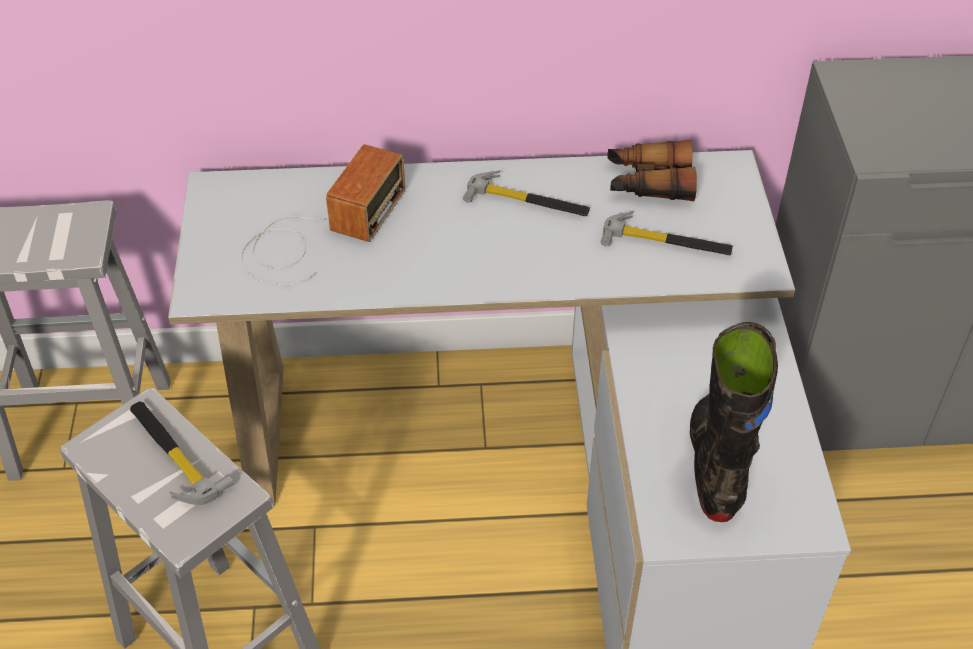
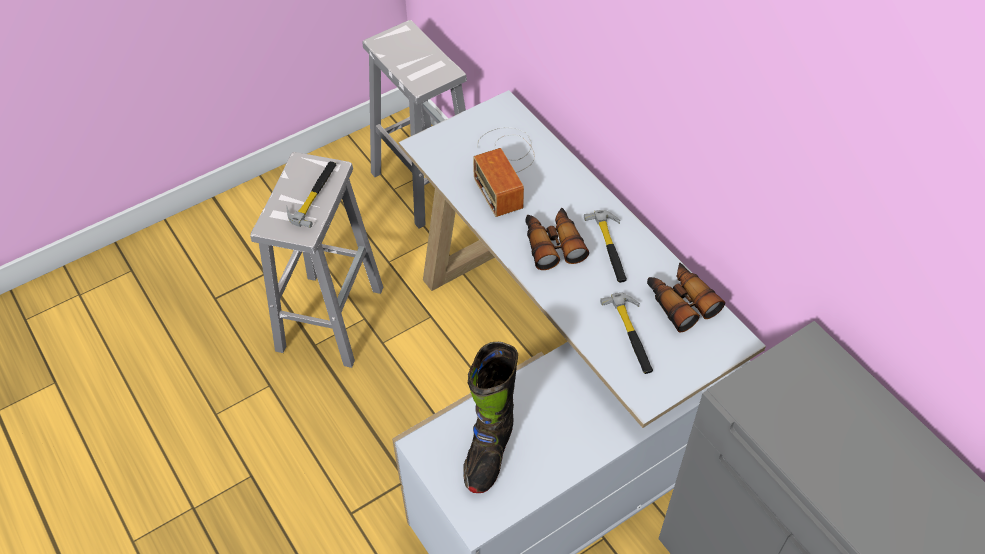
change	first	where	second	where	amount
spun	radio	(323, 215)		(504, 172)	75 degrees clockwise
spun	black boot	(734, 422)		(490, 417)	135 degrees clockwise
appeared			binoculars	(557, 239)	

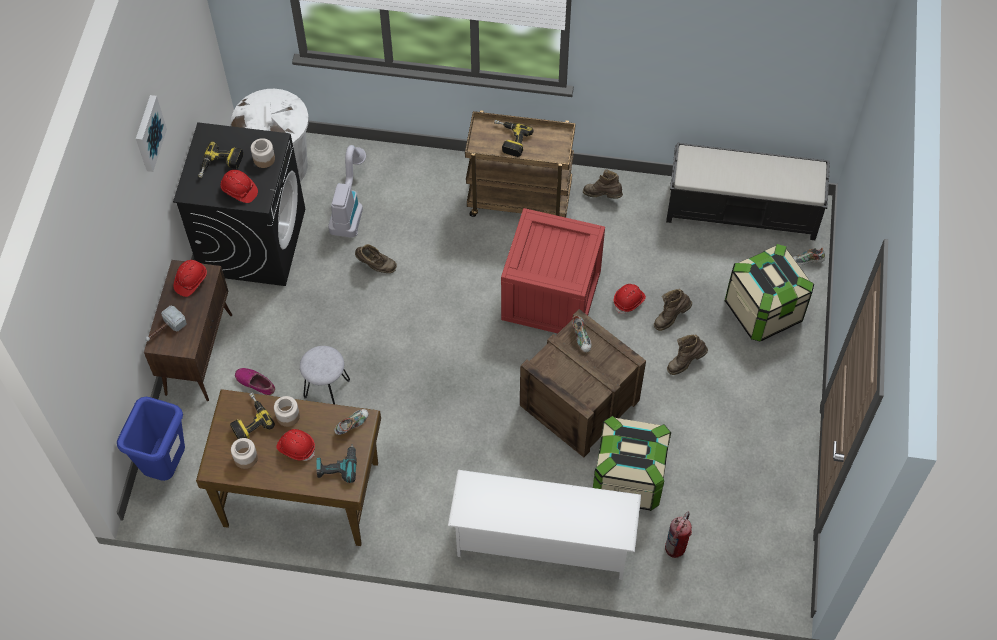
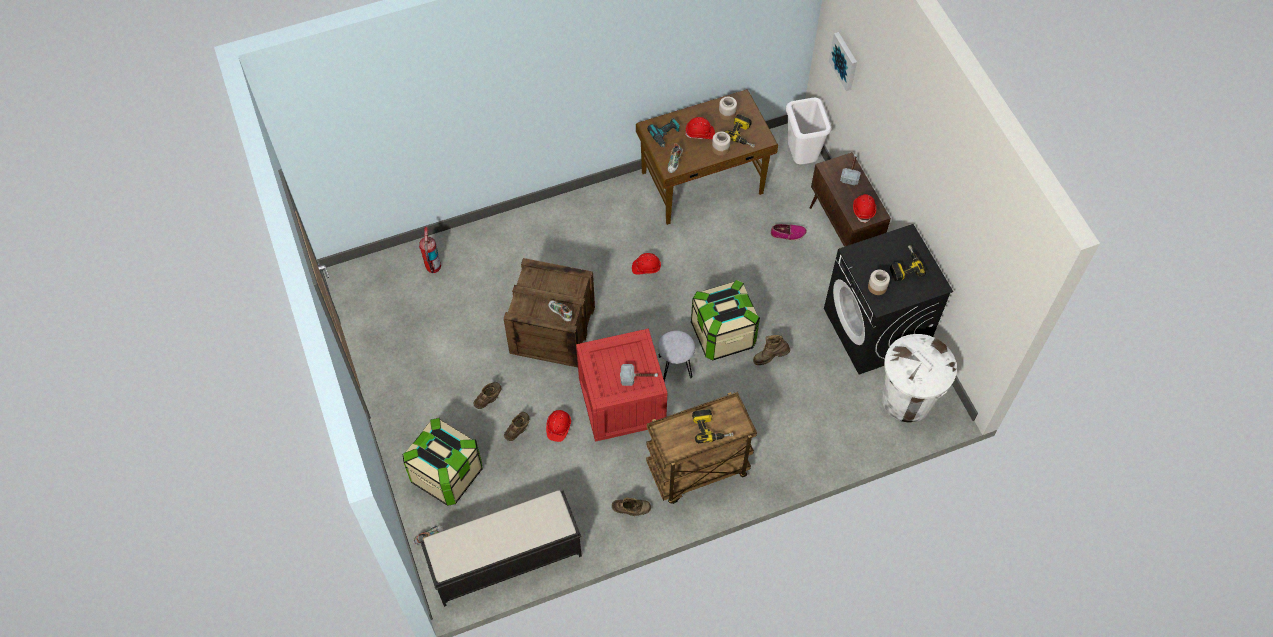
change	first	where	second	where	amount
relocated	picture	(151, 133)		(843, 61)	
missing	vacuum cleaner	(347, 191)			
relocated	red hard hat	(239, 186)		(646, 263)	
relocated	grey stool	(325, 375)		(676, 356)	
colour	blue trash can	(151, 439)	white trash can	(809, 131)	
relocated	storage box	(632, 463)		(725, 320)	
missing	white shoe rack	(544, 525)			
appeared			hammer	(639, 375)	

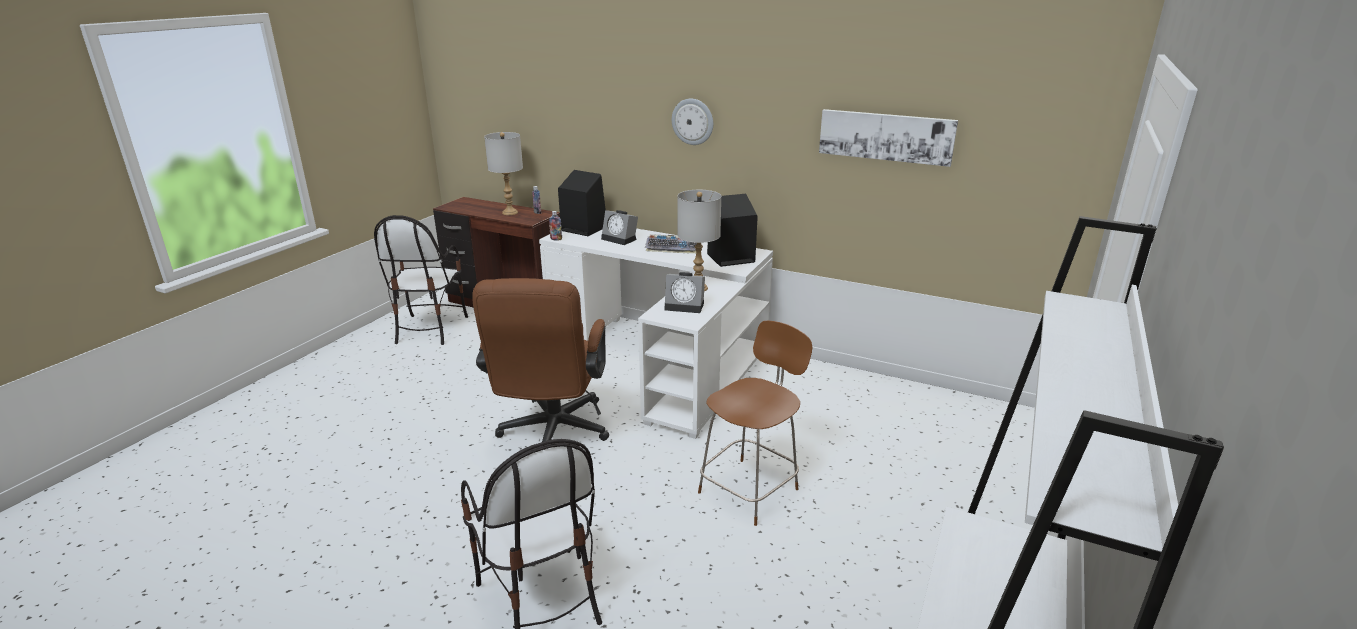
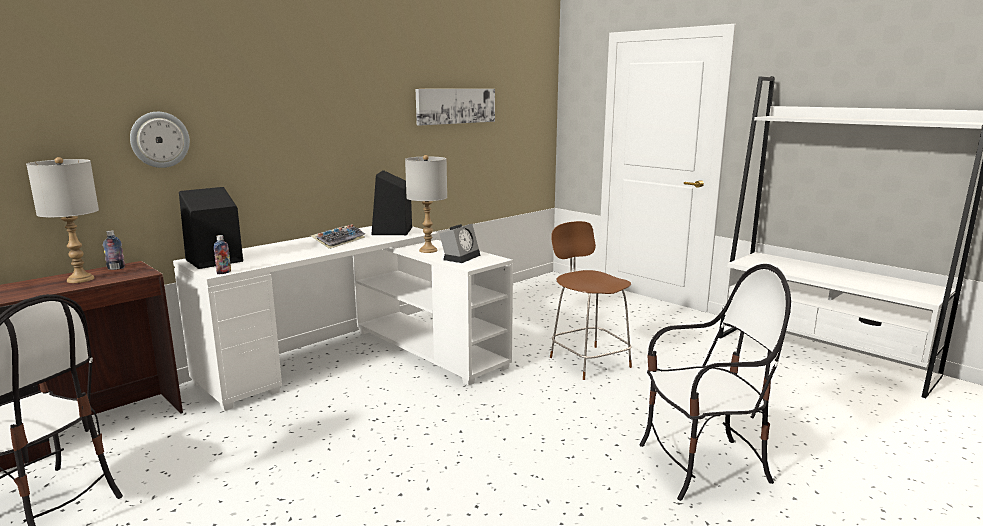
change	first	where	second	where	amount
relocated	wall clock	(692, 121)		(160, 140)	
missing	alarm clock	(619, 227)			
missing	brown office chair	(540, 360)			

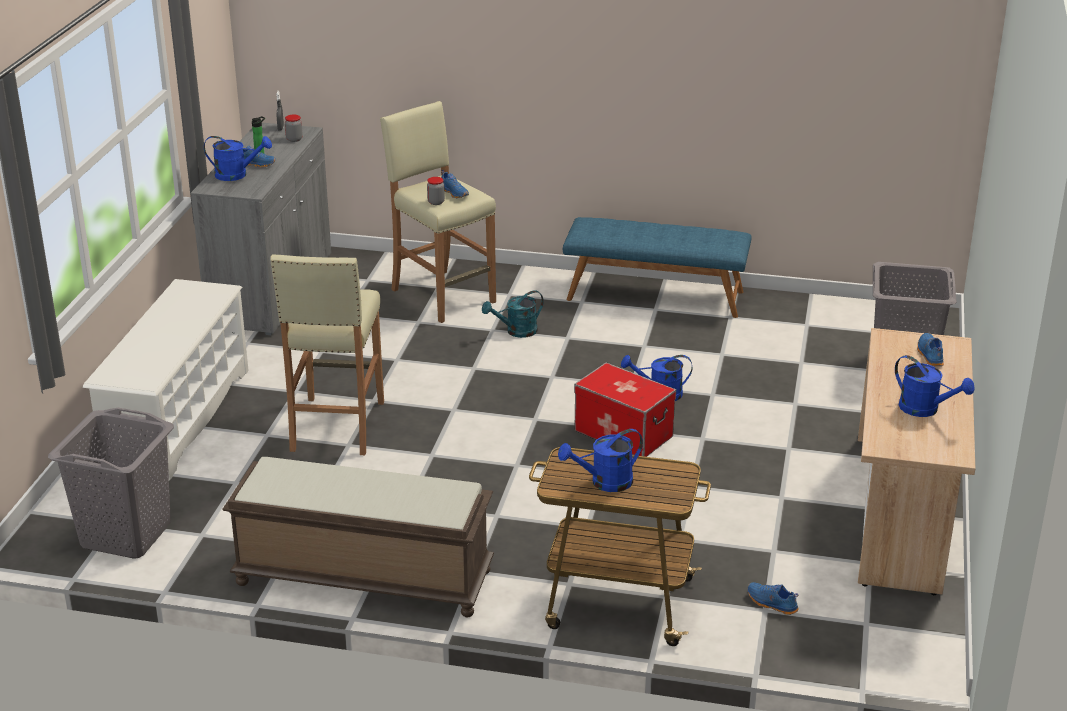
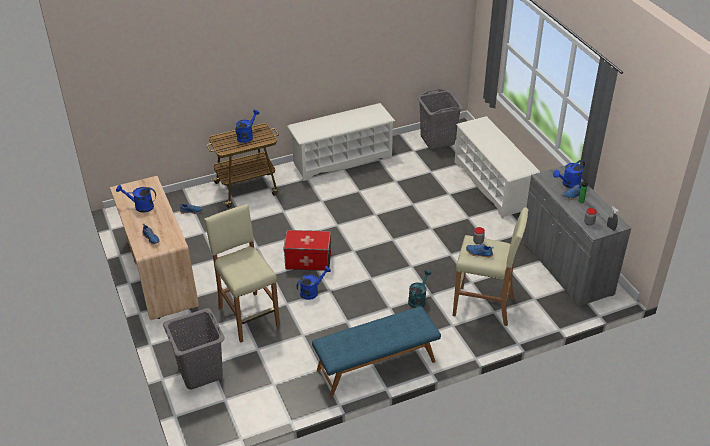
change	first	where	second	where	amount
relocated	beige stool	(327, 354)		(242, 273)	
exchanged	brown bench	(358, 537)	white shoe rack	(341, 142)	

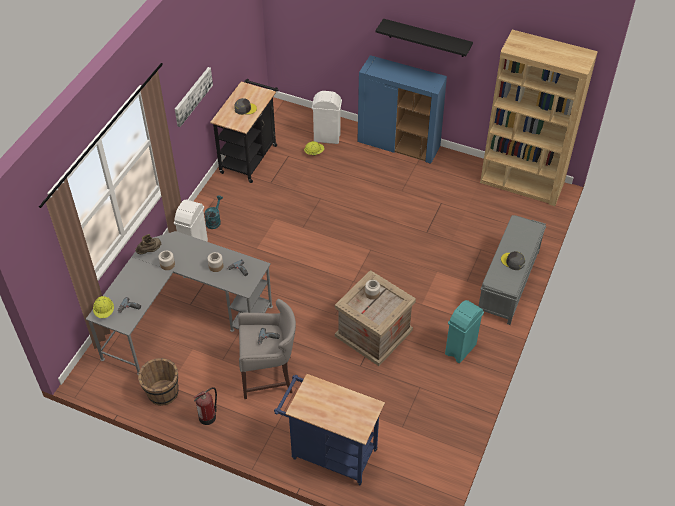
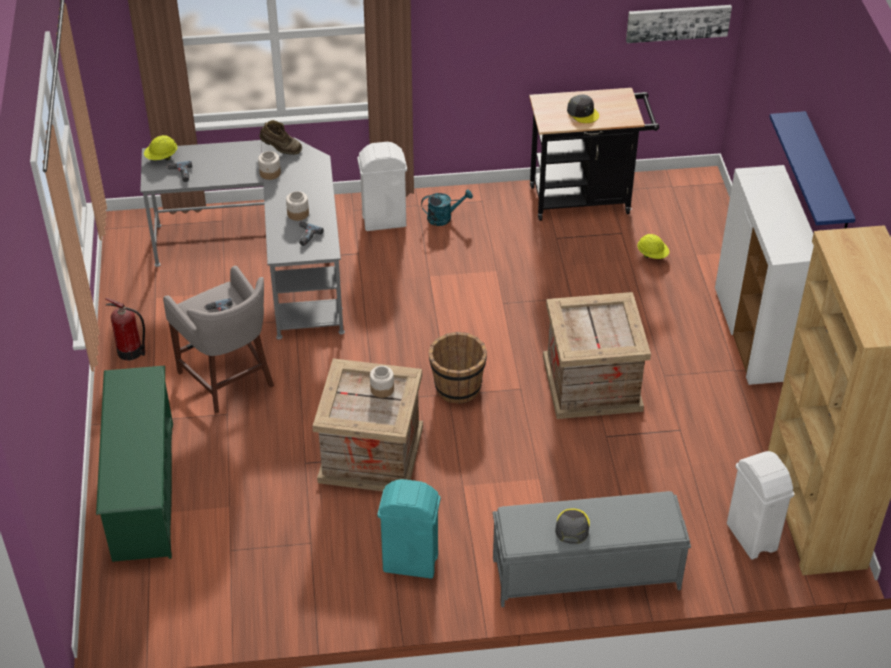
change	first	where	second	where	amount
colour	black shelf	(424, 38)	blue shelf	(812, 170)	
colour	blue cabinet	(402, 109)	white cabinet	(764, 275)	
relocated	picture	(194, 97)		(679, 24)	
relocated	white trash can	(327, 117)		(760, 505)	
relocated	brown bucket	(158, 382)		(457, 368)	
exchanged	blue cart	(329, 430)	green shoe rack	(134, 464)	
appeared			crate	(597, 355)	

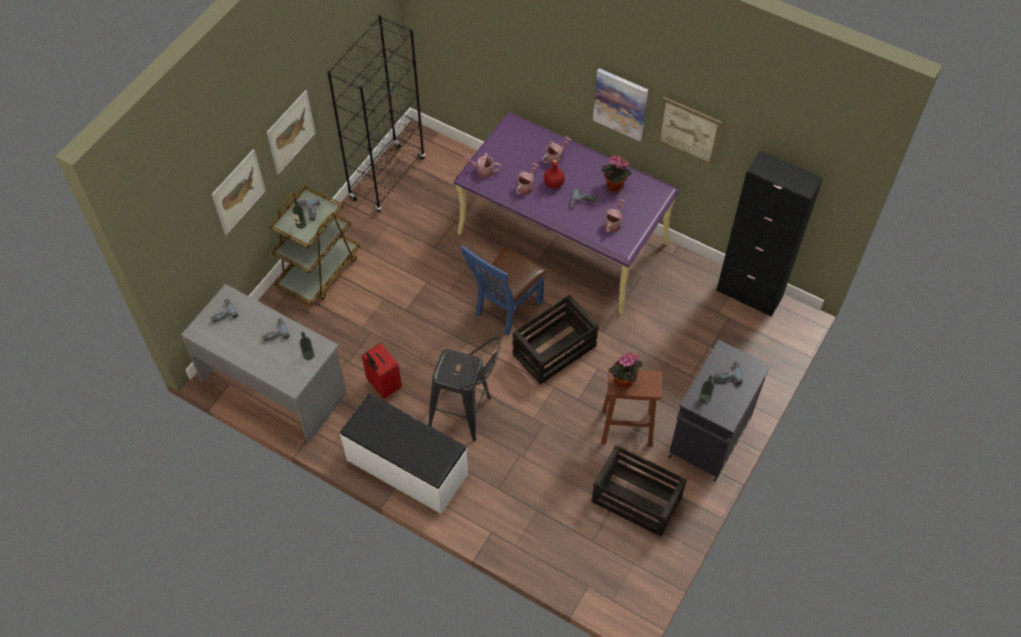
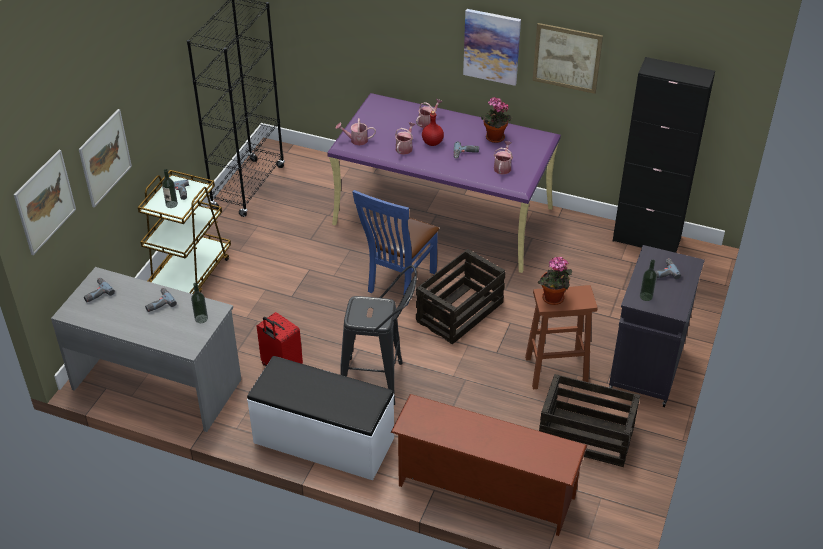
change	first	where	second	where	amount
relocated	picture	(291, 132)		(45, 202)	
appeared			brown shoe rack	(489, 465)	

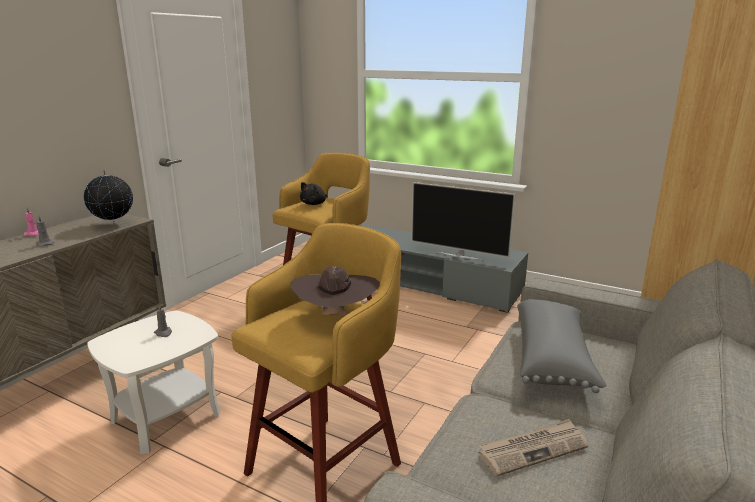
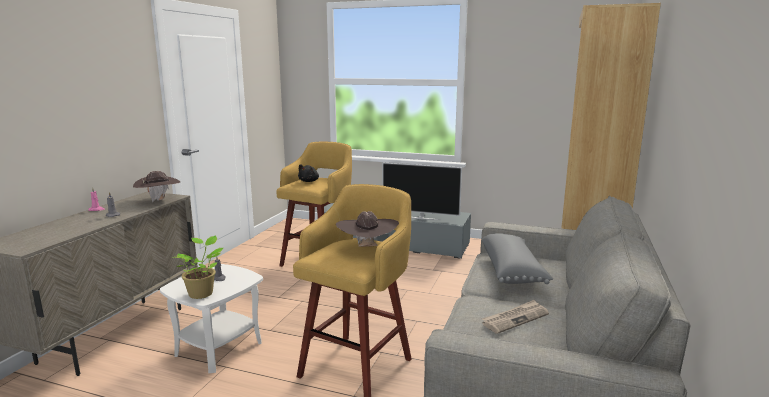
change	first	where	second	where	amount
exchanged	globe	(108, 197)	brown hat	(156, 186)	
appeared			potted plant	(199, 267)	

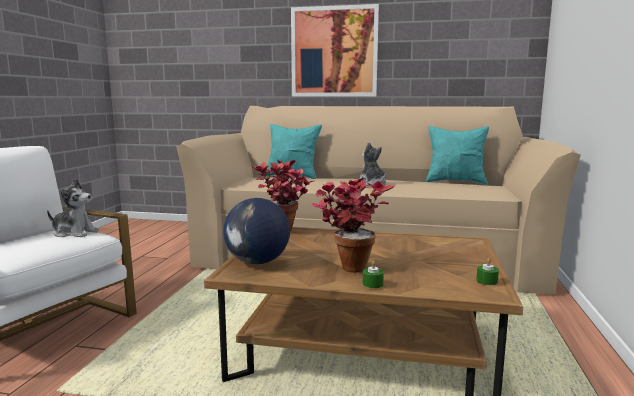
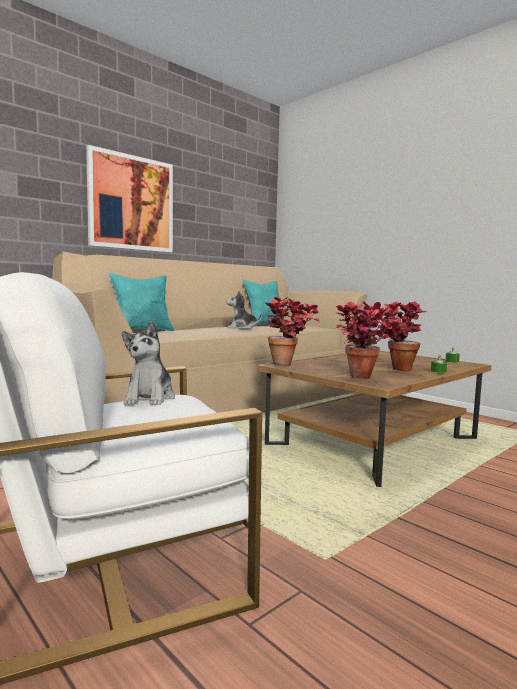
change	first	where	second	where	amount
spun	plush toy	(73, 207)		(148, 363)	135 degrees clockwise
exchanged	globe	(256, 231)	potted plant	(365, 340)	

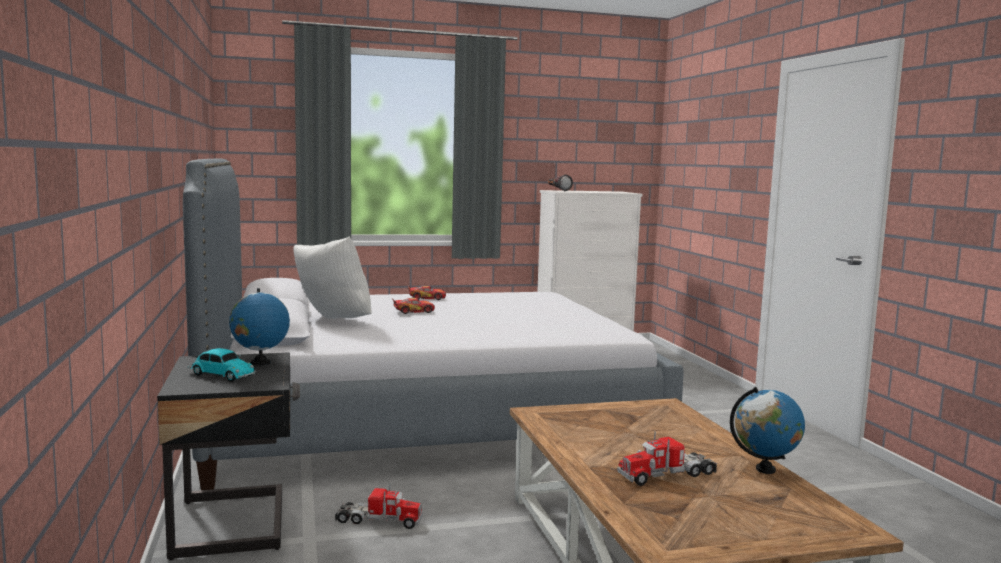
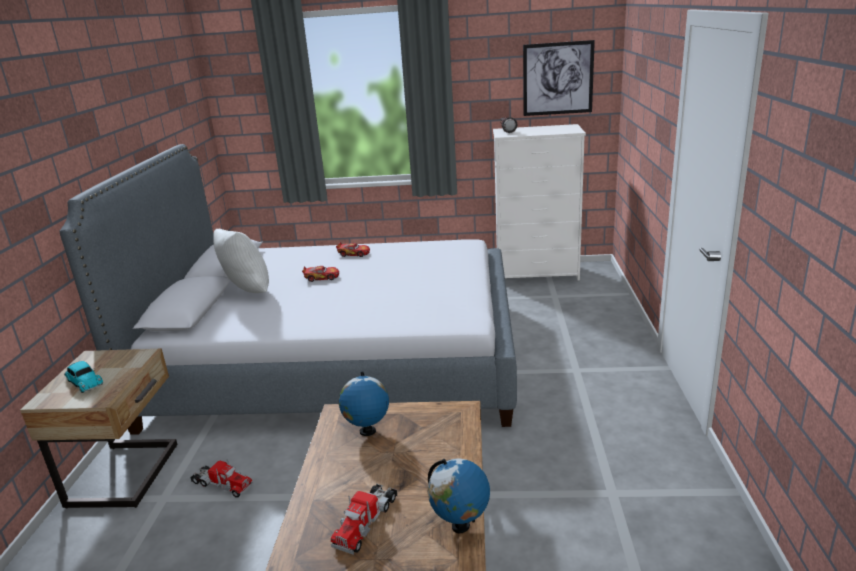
change	first	where	second	where	amount
relocated	globe	(259, 326)		(364, 404)	
colour	black nightstand	(228, 456)	beige nightstand	(98, 428)	
spun	toy truck	(667, 459)		(364, 519)	60 degrees counterclockwise
appeared			picture	(559, 78)	

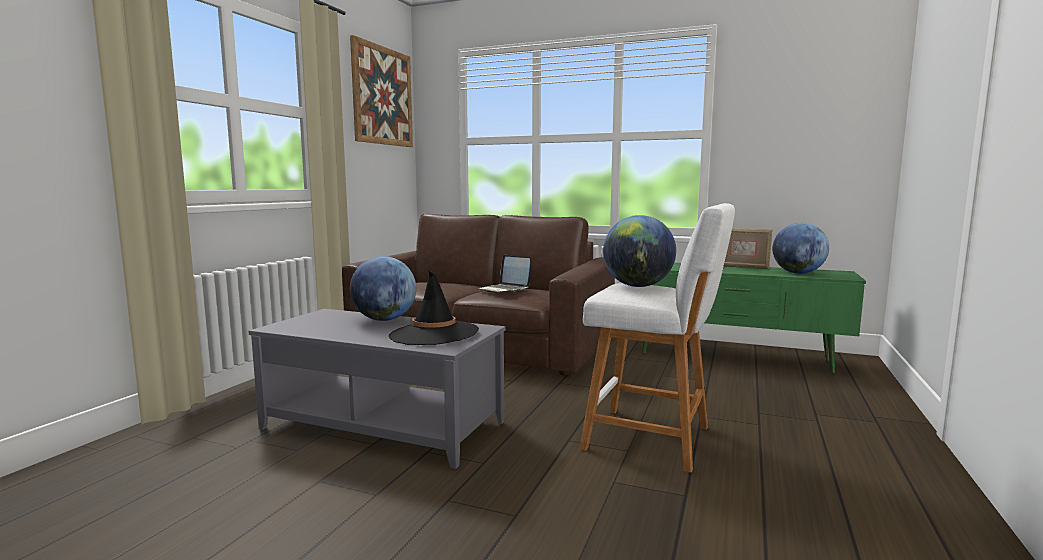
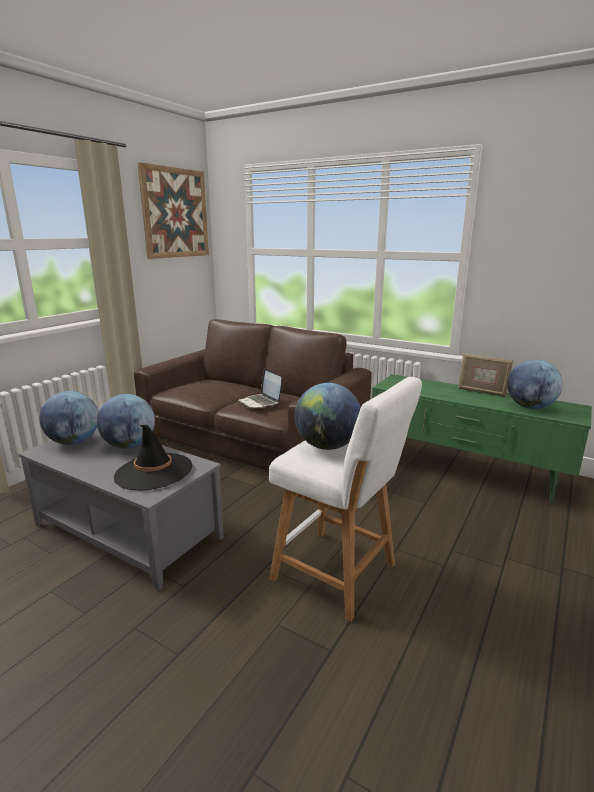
change	first	where	second	where	amount
appeared			globe	(69, 418)	

